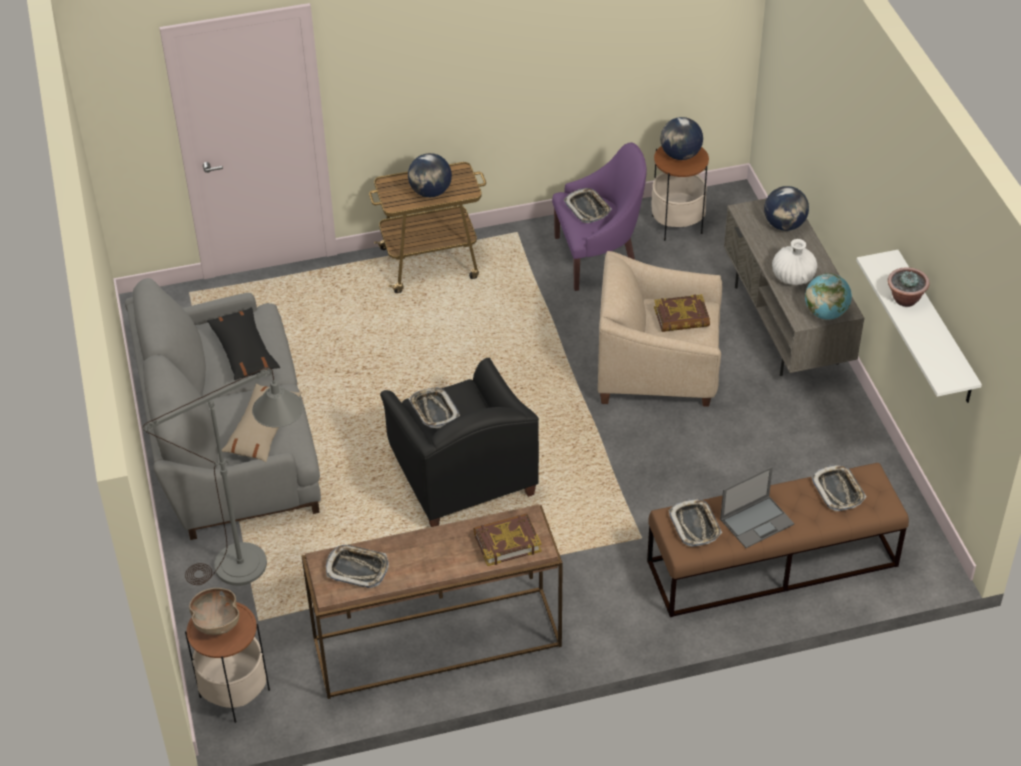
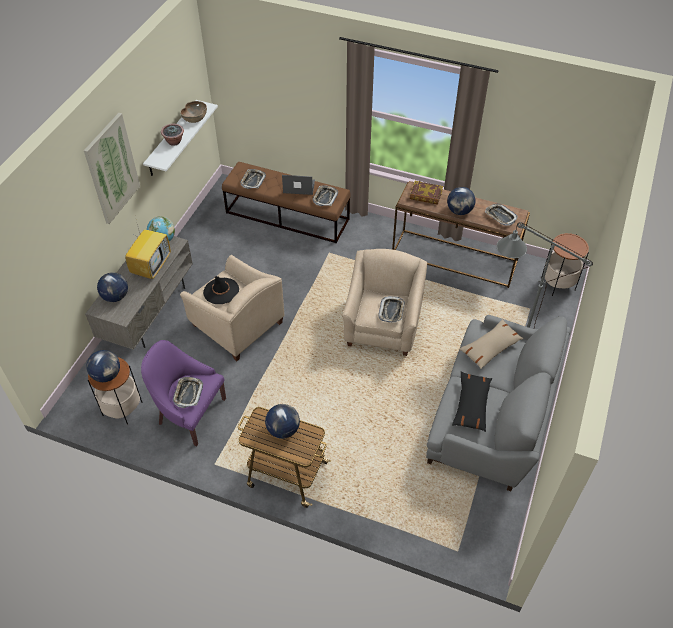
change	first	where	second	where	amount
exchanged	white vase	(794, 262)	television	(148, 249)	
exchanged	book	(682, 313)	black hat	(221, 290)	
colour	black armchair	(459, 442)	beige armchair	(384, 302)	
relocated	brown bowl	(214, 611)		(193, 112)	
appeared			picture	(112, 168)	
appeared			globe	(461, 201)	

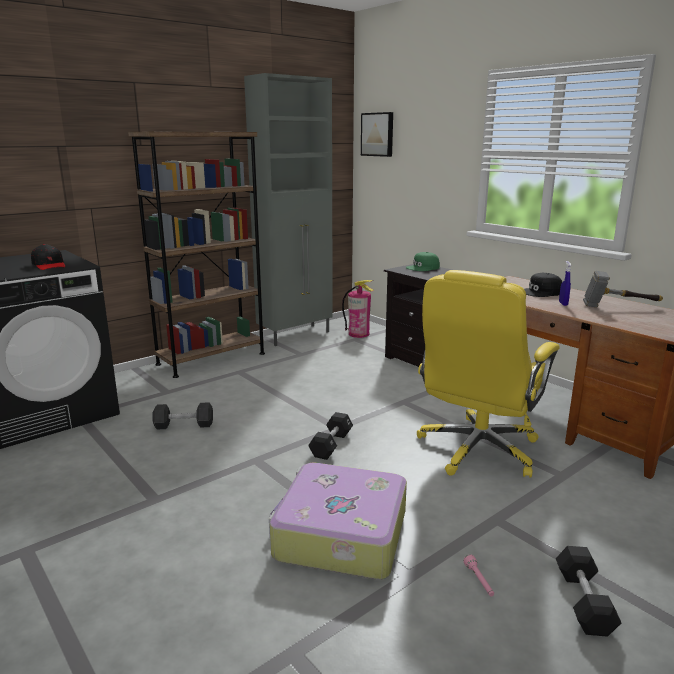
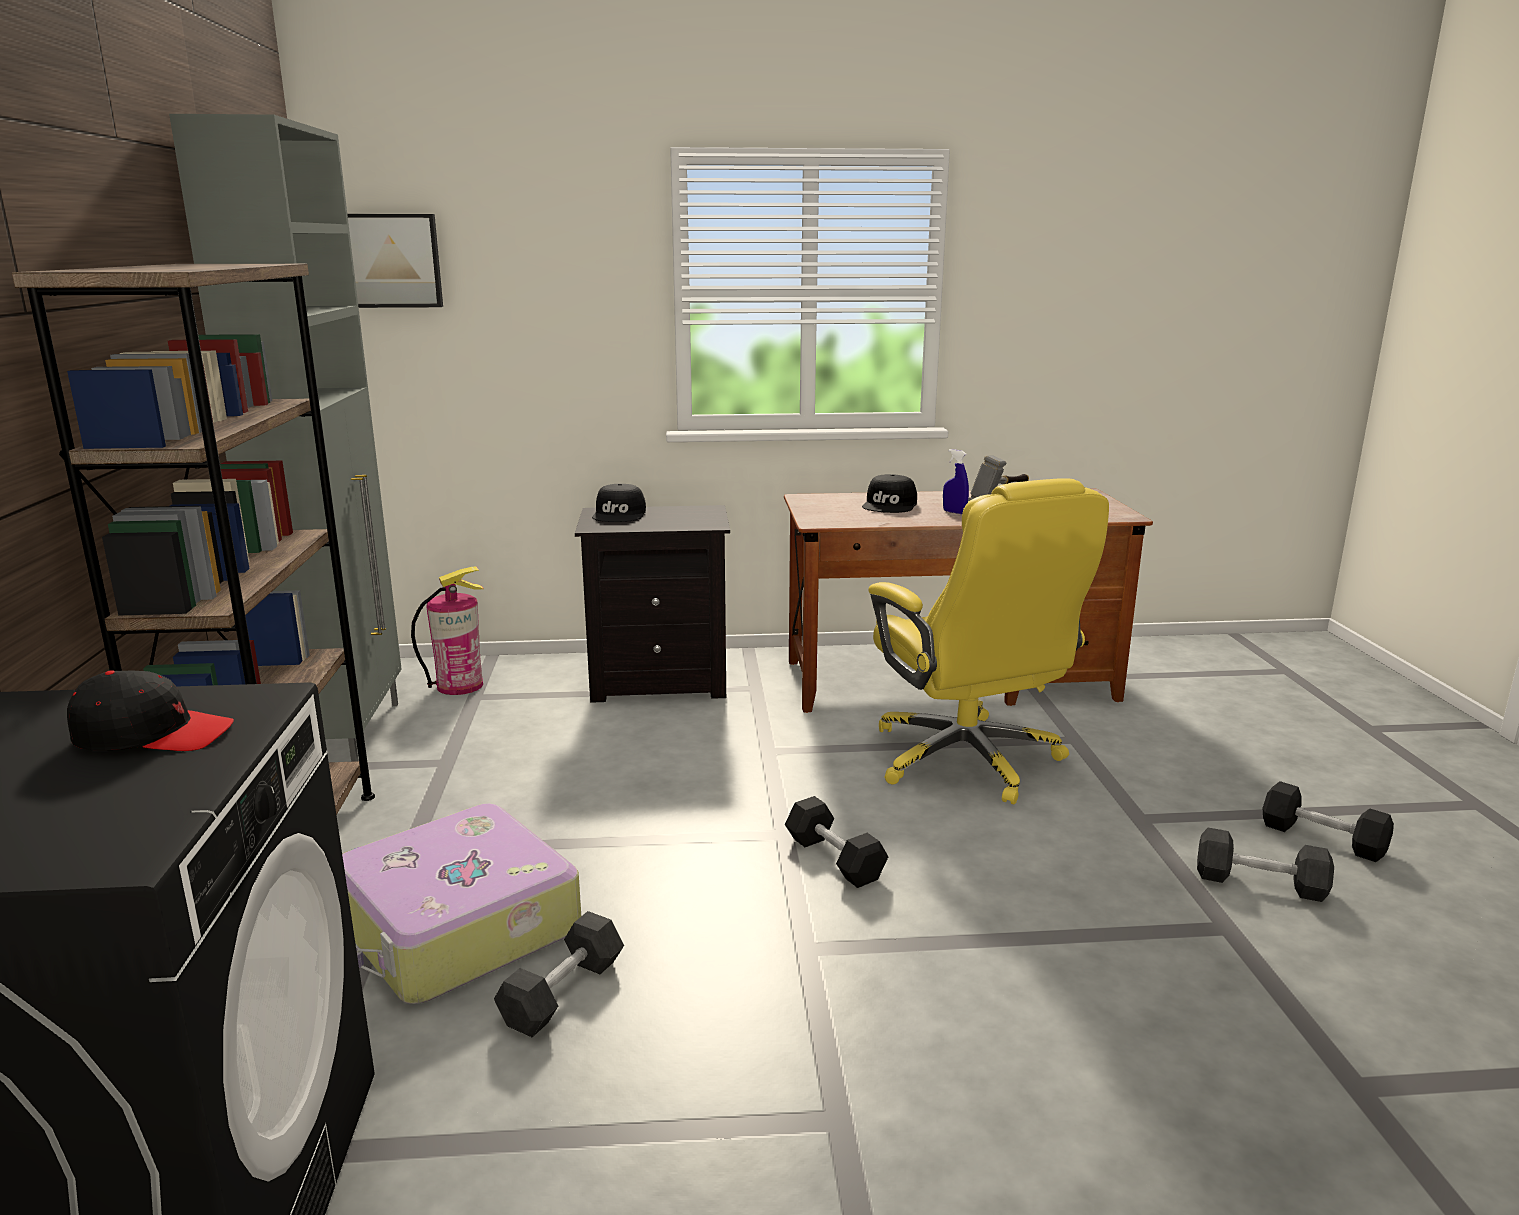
change	first	where	second	where	amount
colour	green cap	(423, 261)	black cap	(619, 503)	
relocated	suitcase	(338, 521)		(461, 904)	
exchanged	pink flashlight	(478, 575)	black dumbbell	(1265, 865)	

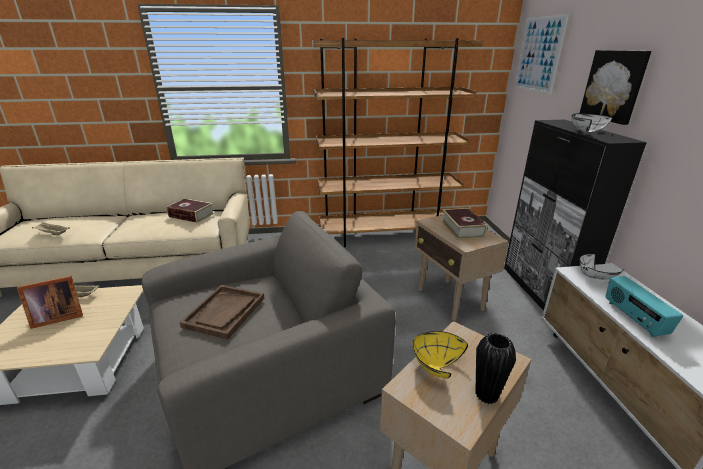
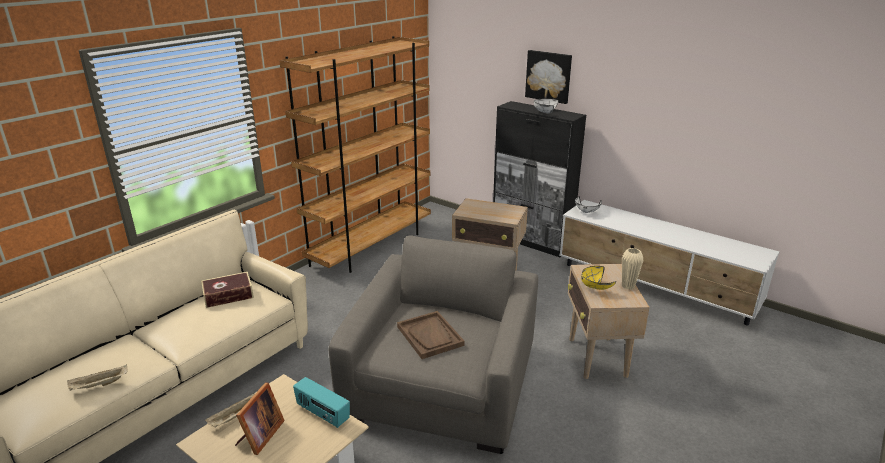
change	first	where	second	where	amount
missing	picture	(541, 53)			
missing	book	(464, 224)			
relocated	radio	(644, 306)		(321, 402)	
colour	black vase	(496, 368)	beige vase	(632, 268)	

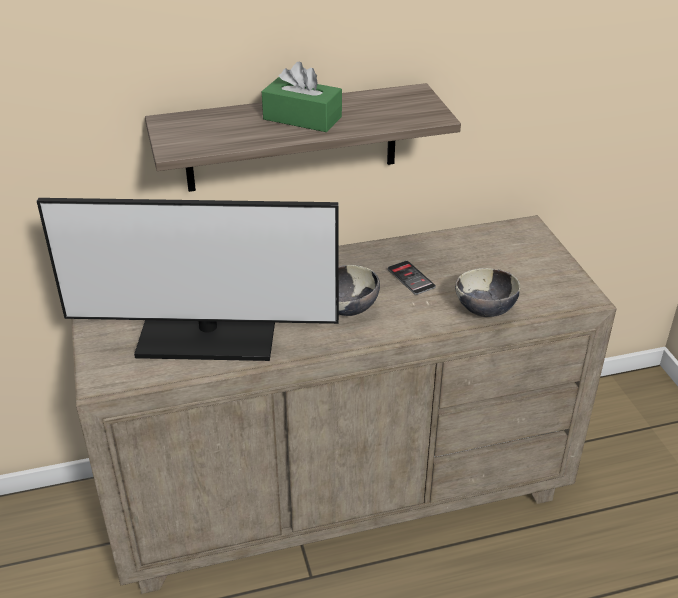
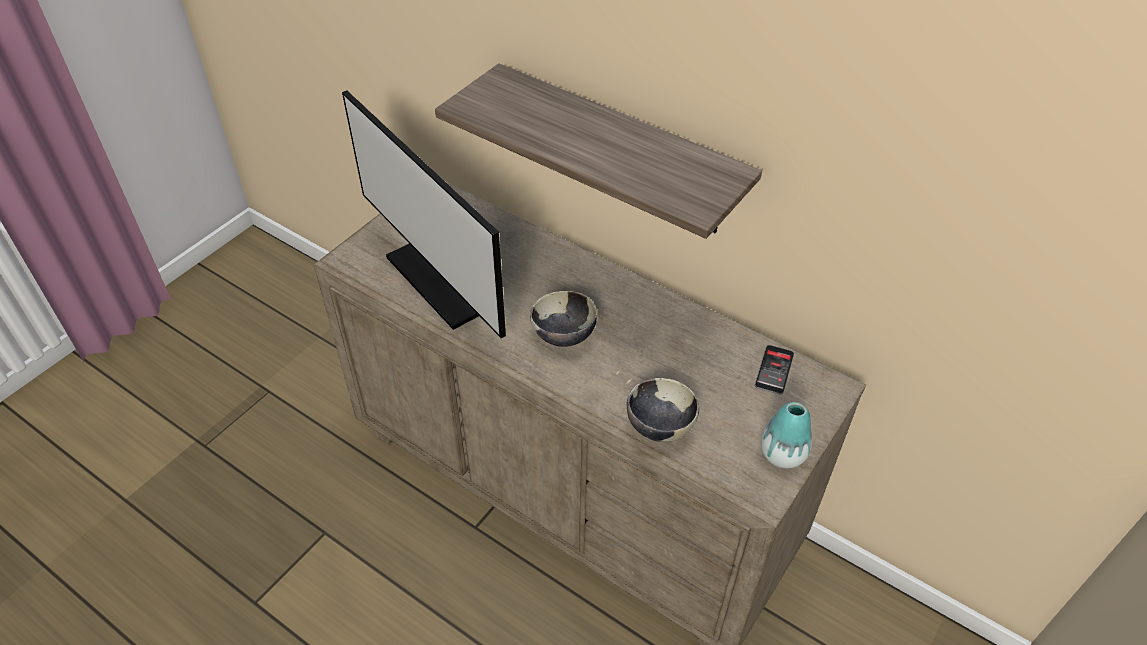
change	first	where	second	where	amount
missing	green tissue box	(302, 96)			
relocated	phone	(412, 278)		(774, 370)	
appeared			vase	(786, 435)	

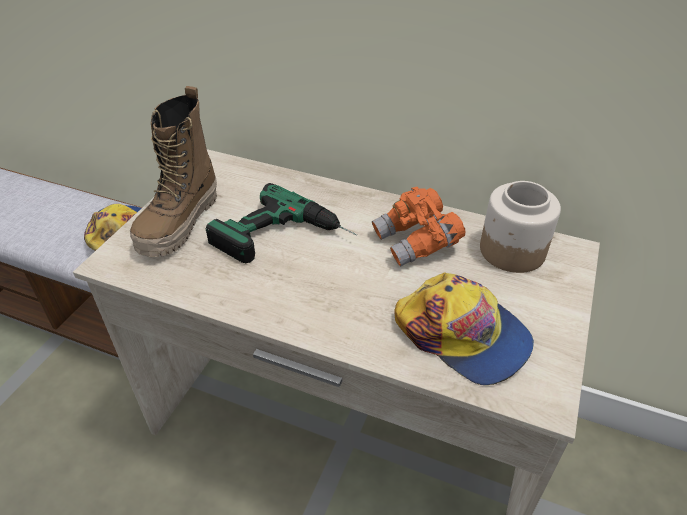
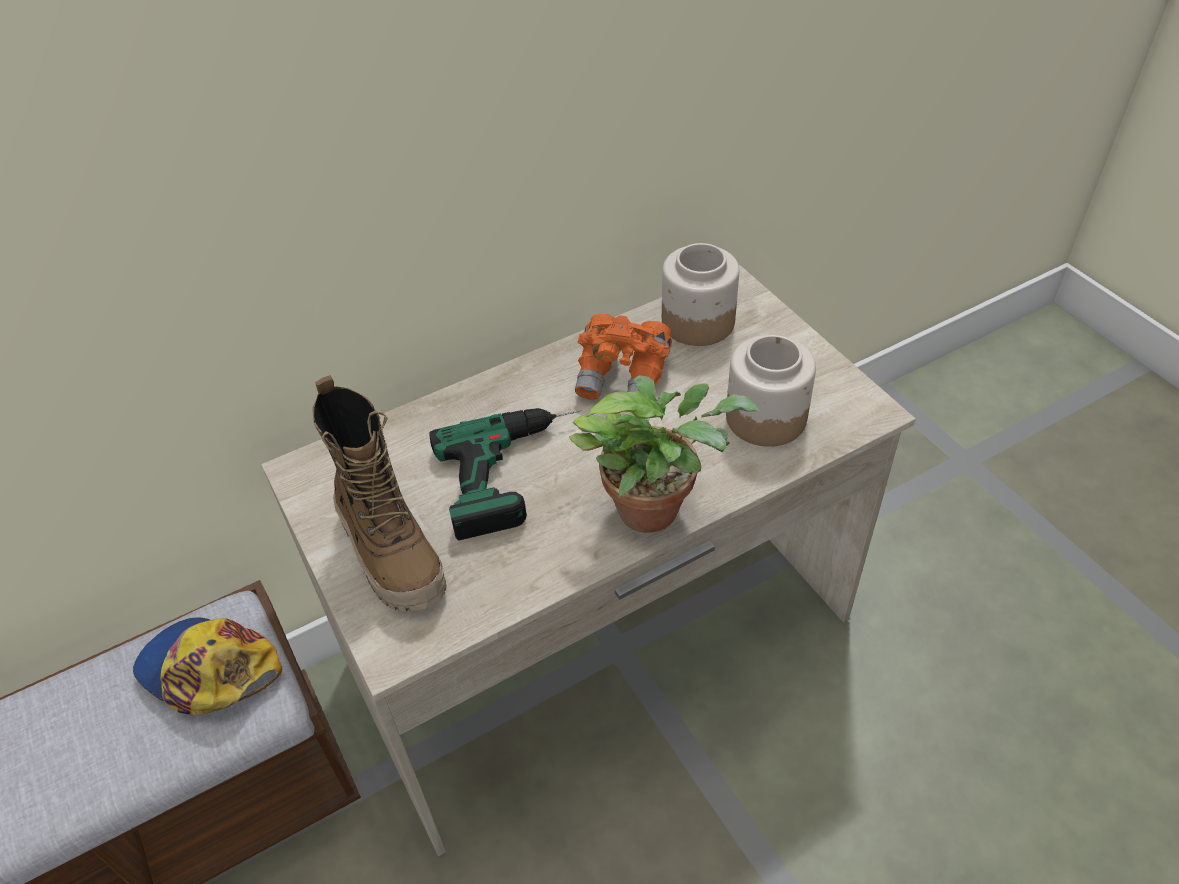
change	first	where	second	where	amount
exchanged	cap	(464, 329)	jar	(771, 391)	
appeared			potted plant	(664, 454)	

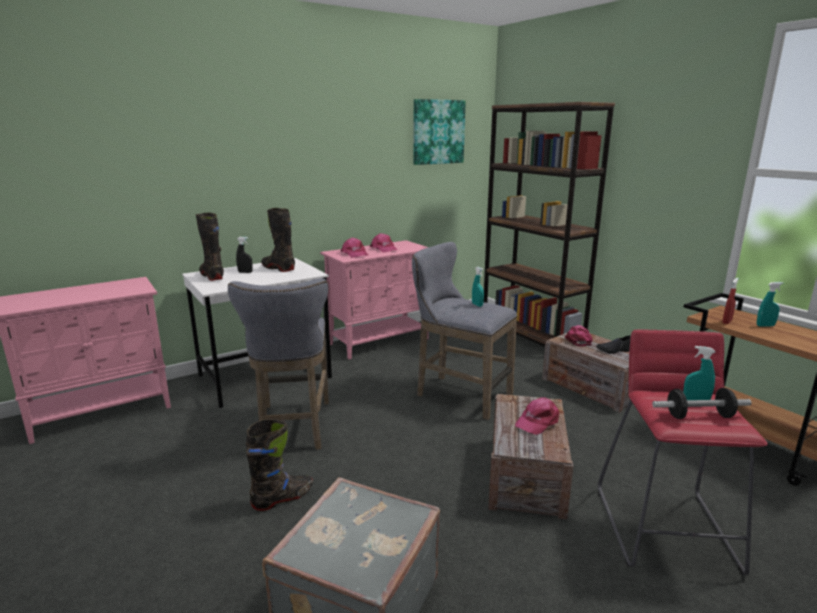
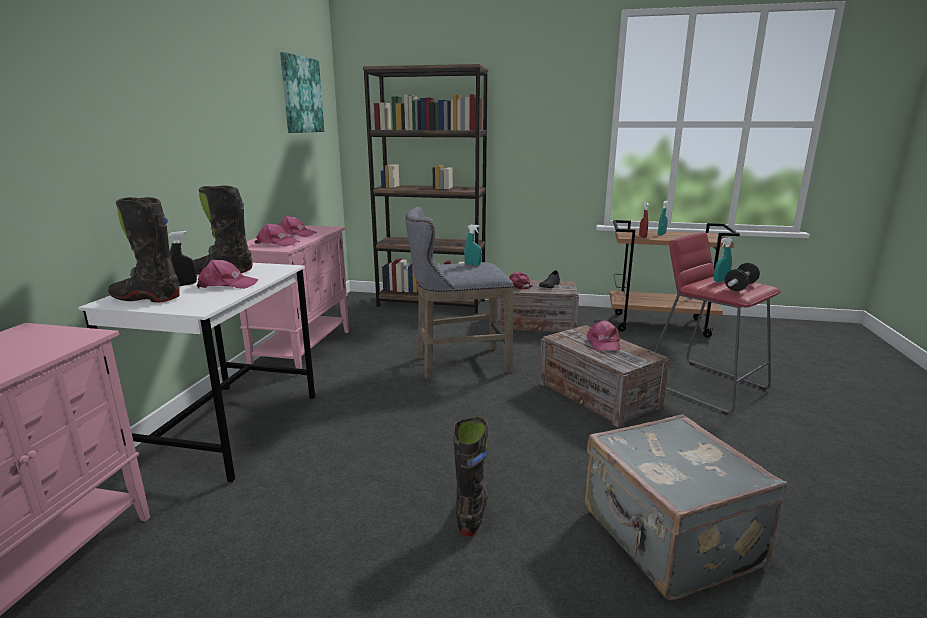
change	first	where	second	where	amount
missing	grey stool	(278, 364)			
appeared			pink cap	(228, 274)	

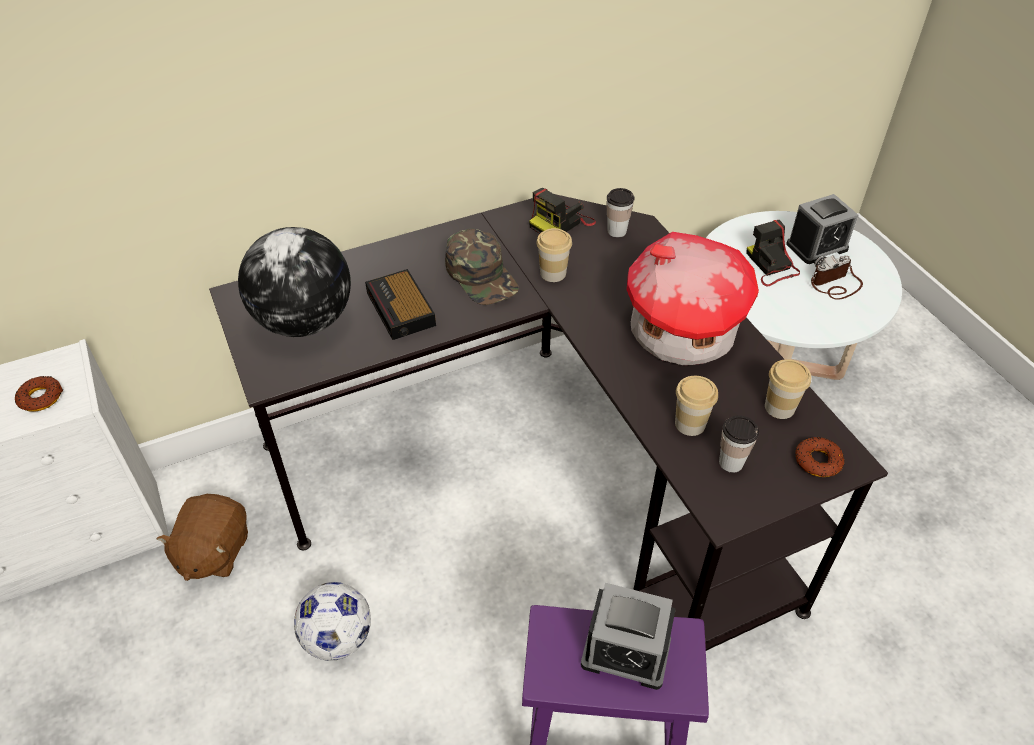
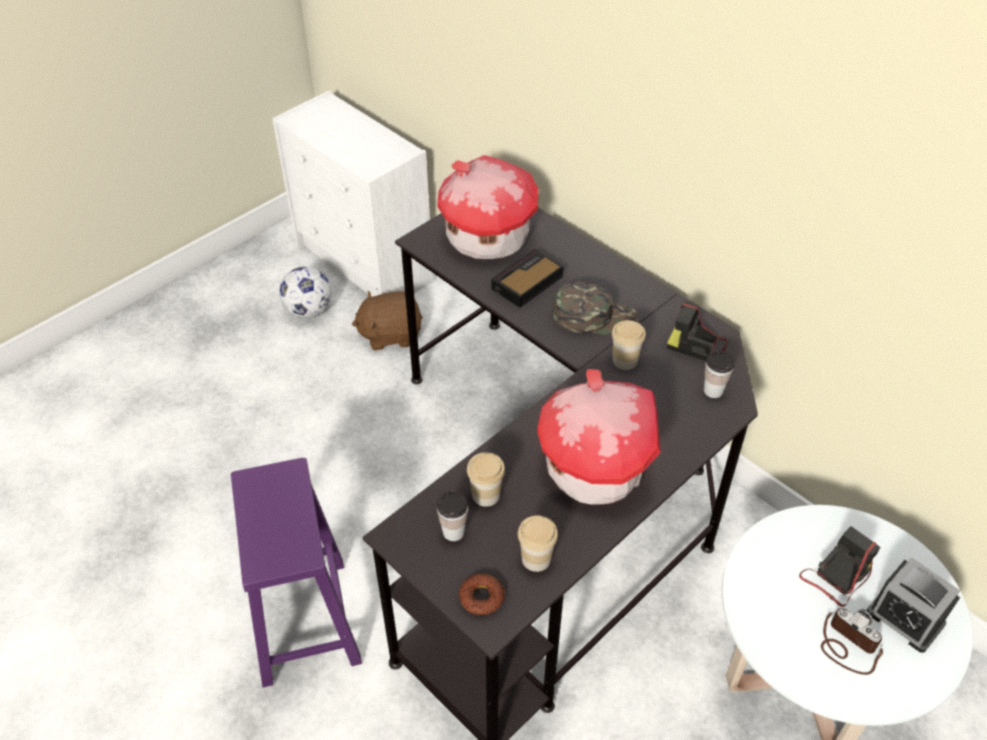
change	first	where	second	where	amount
exchanged	globe	(294, 282)	toy house	(488, 207)	
spun	green cap	(482, 266)		(595, 309)	120 degrees counterclockwise
missing	donut	(39, 394)			
relocated	football	(332, 621)		(305, 292)	
missing	alarm clock	(628, 636)			

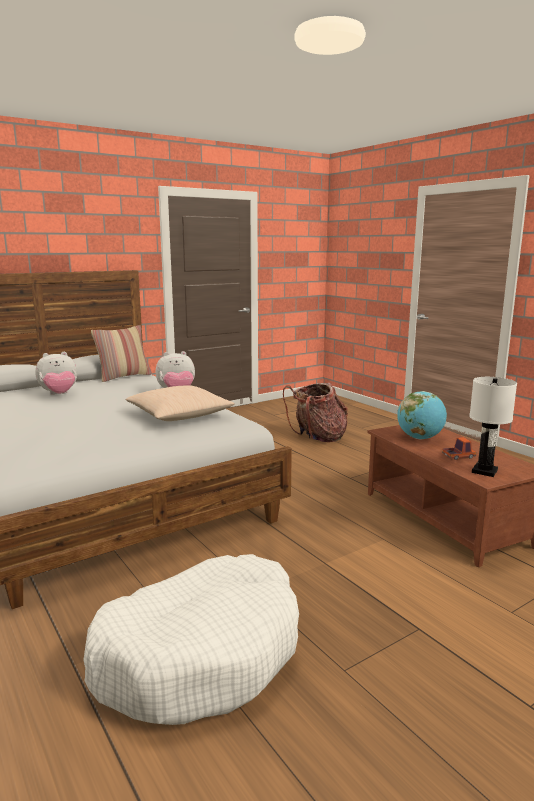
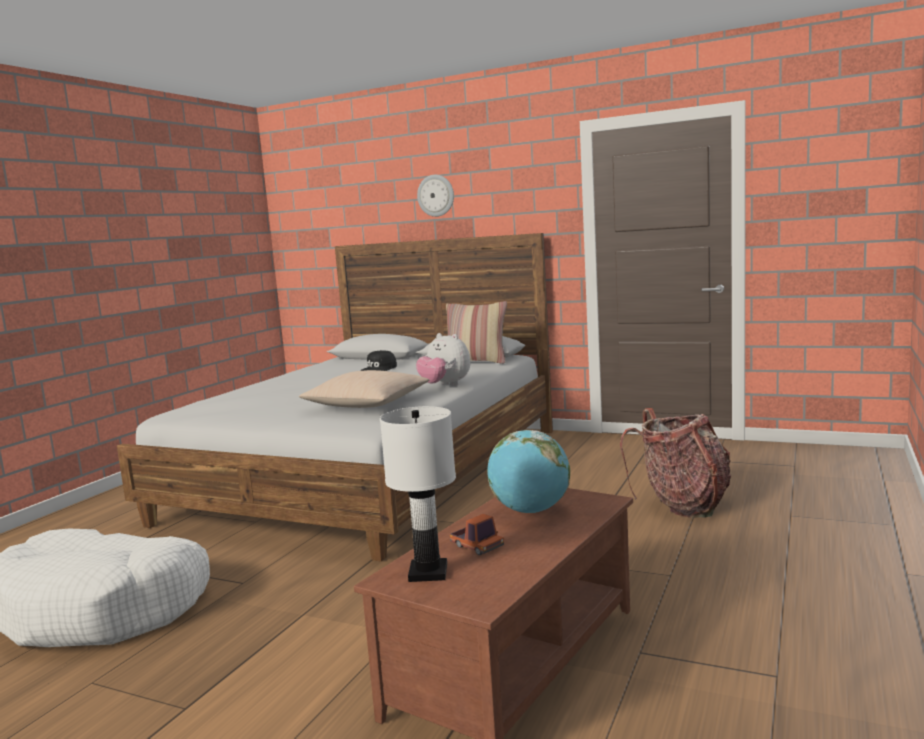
change	first	where	second	where	amount
exchanged	plush toy	(56, 373)	black cap	(378, 360)	
appeared			wall clock	(435, 196)	

